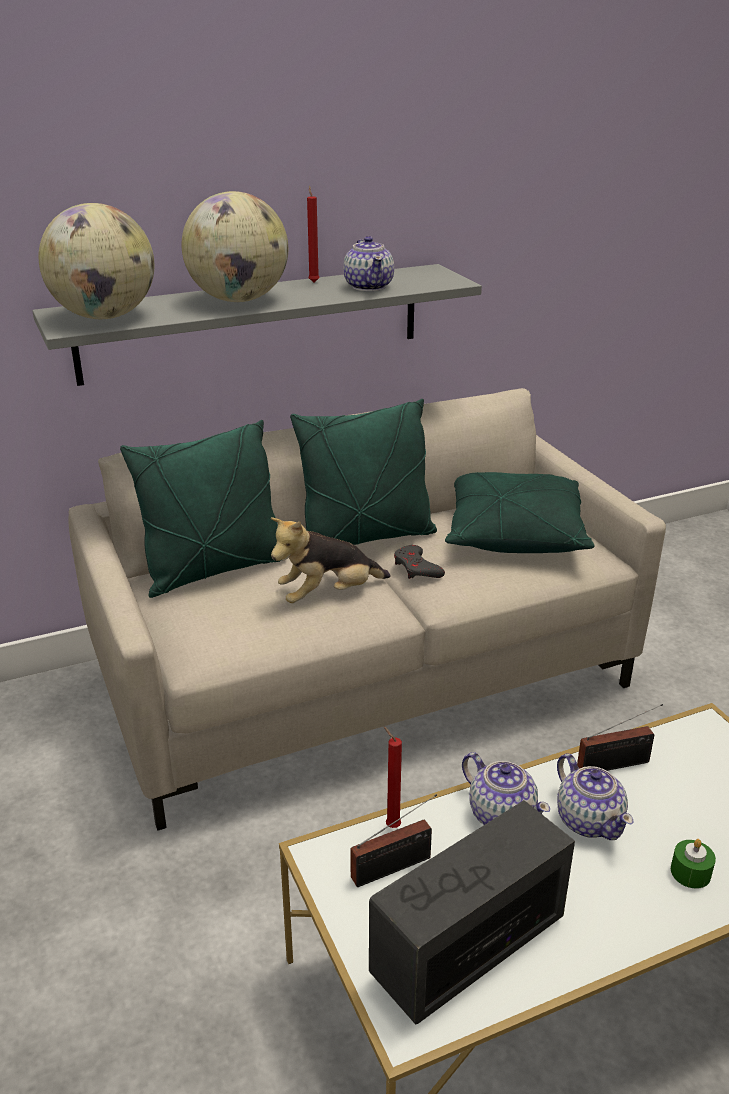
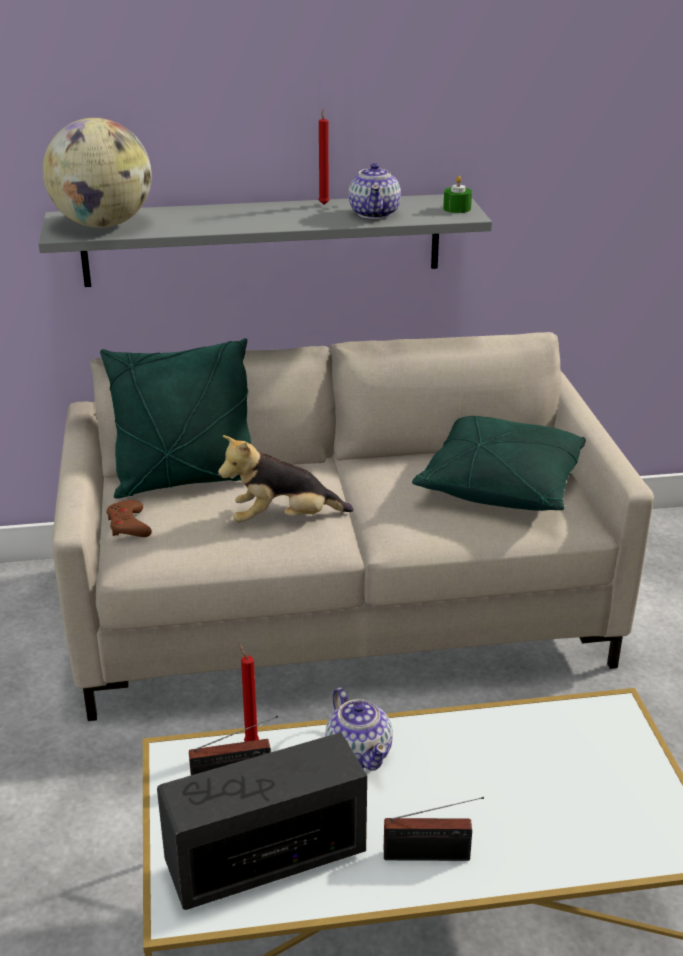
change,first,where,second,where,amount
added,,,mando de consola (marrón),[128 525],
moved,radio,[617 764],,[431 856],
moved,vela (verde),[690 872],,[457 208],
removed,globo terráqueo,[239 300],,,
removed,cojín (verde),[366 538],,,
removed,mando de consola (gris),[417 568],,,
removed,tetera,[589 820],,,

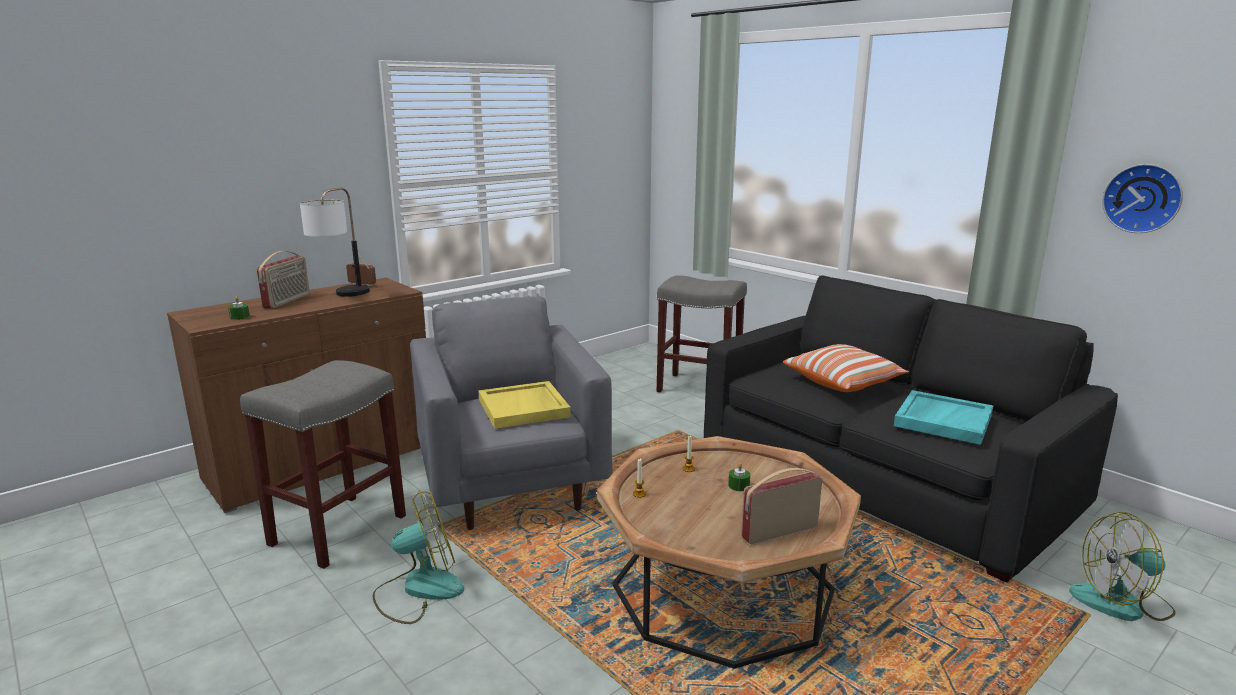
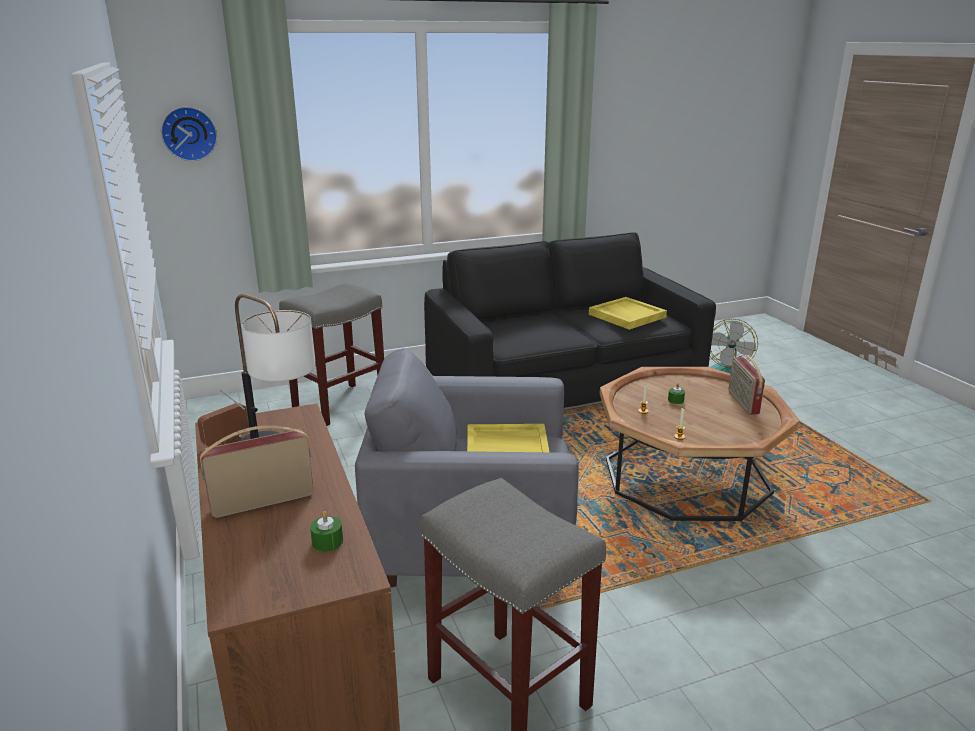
change,first,where,second,where,amount
moved,reloj de pared,[1143 198],,[189 133],
turned,radio,[287 301],,[262 501],60 degrees counterclockwise
recoloured,bandeja (turquesa),[942 420],bandeja (amarillo),[626 316],
removed,ventilador,[419 590],,,
removed,cojín,[843 382],,,

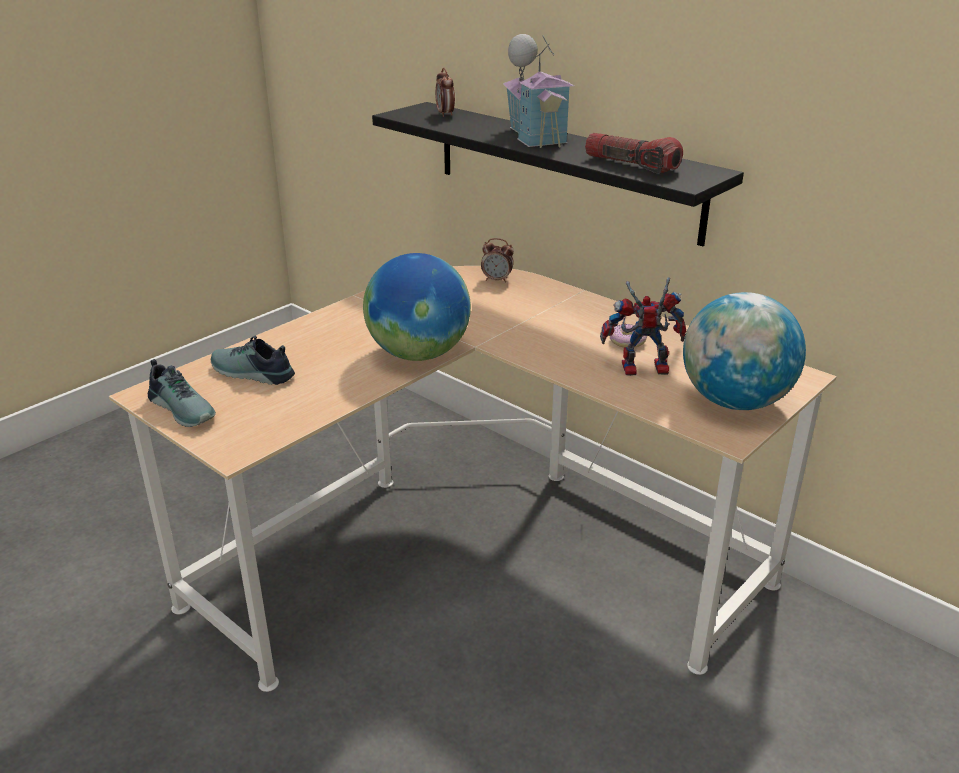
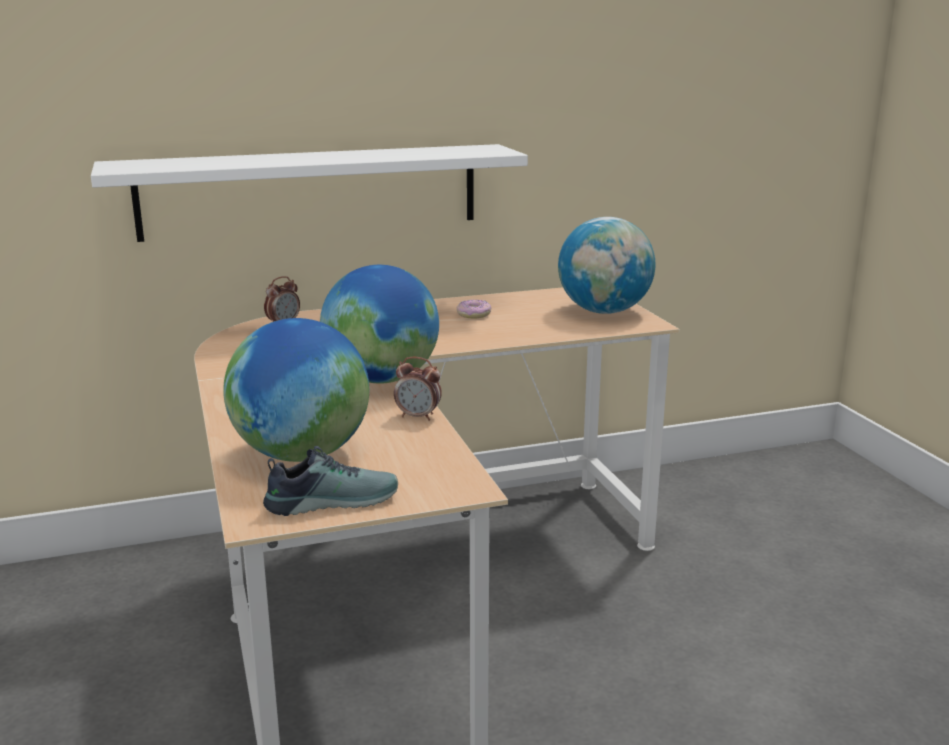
change,first,where,second,where,amount
recoloured,estante (negro),[563 169],estante (blanco),[311 191],
replaced,zapato,[251 374],globo terráqueo,[302 454],
moved,despertador,[445 114],,[418 416],
removed,casita,[535 136],,,
removed,linterna,[631 165],,,
removed,robot de juguete,[640 370],,,

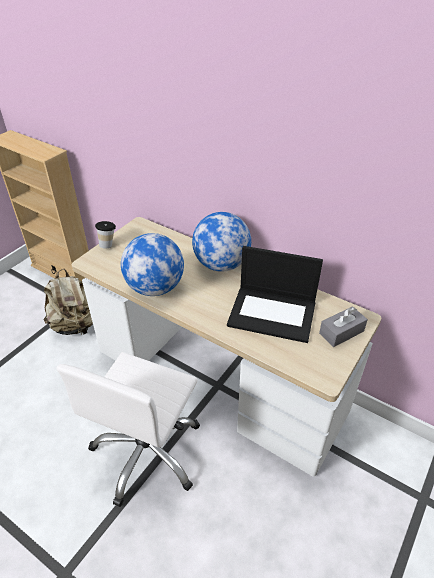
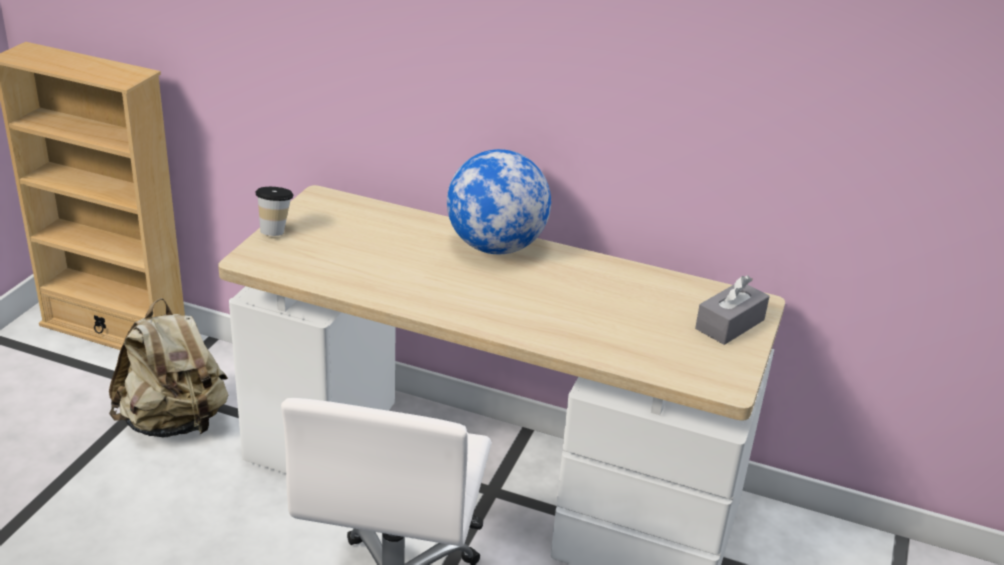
change,first,where,second,where,amount
removed,globo terráqueo,[155 288],,,
removed,portátil,[273 313],,,

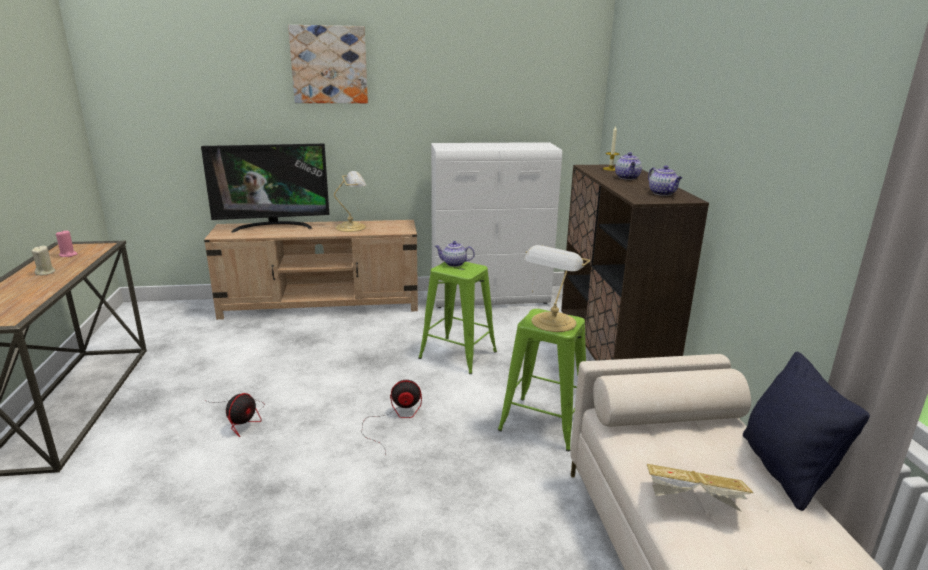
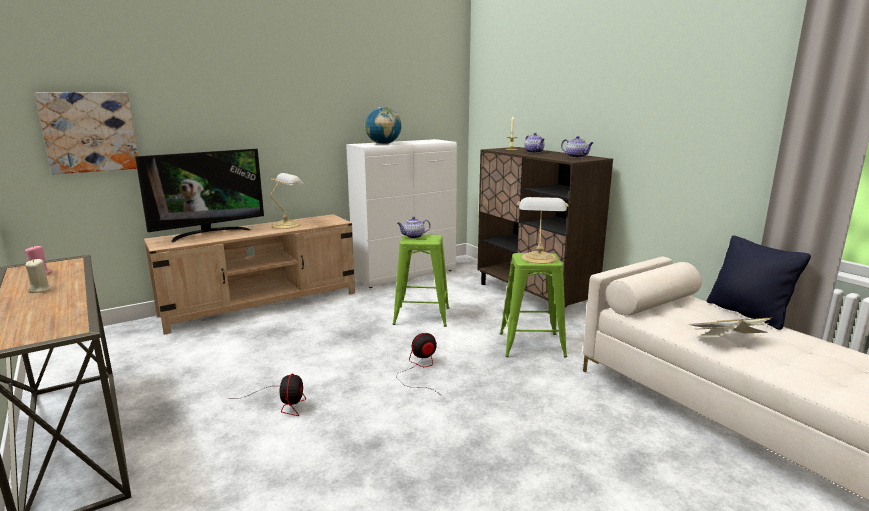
change,first,where,second,where,amount
moved,cuadro,[329 65],,[90 132],
added,,,globo terráqueo,[383 144],

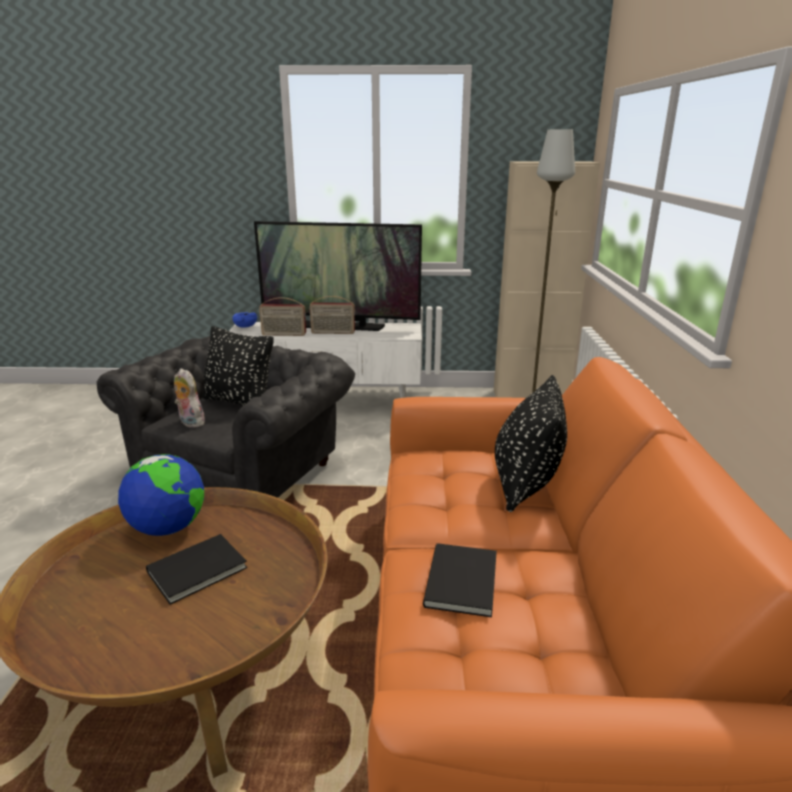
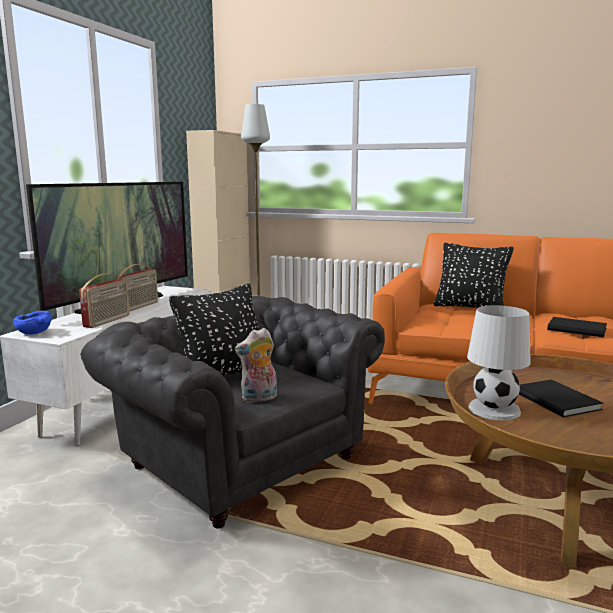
change,first,where,second,where,amount
replaced,globo terráqueo,[168 528],lámpara de mesa (blanco),[493 409],

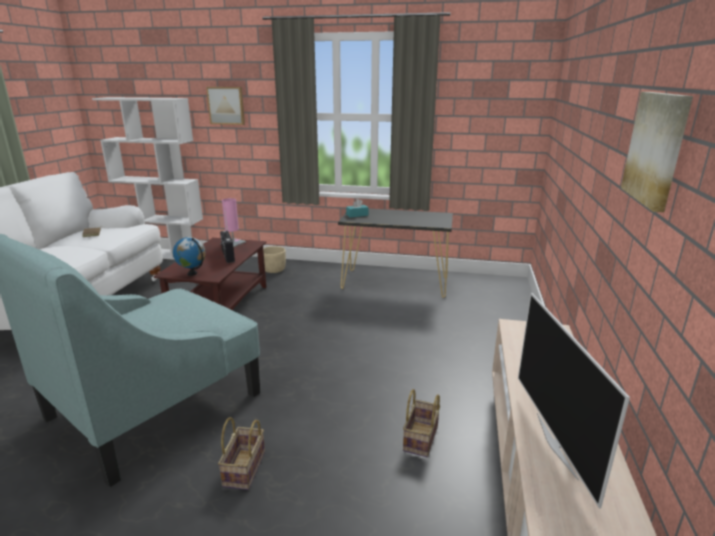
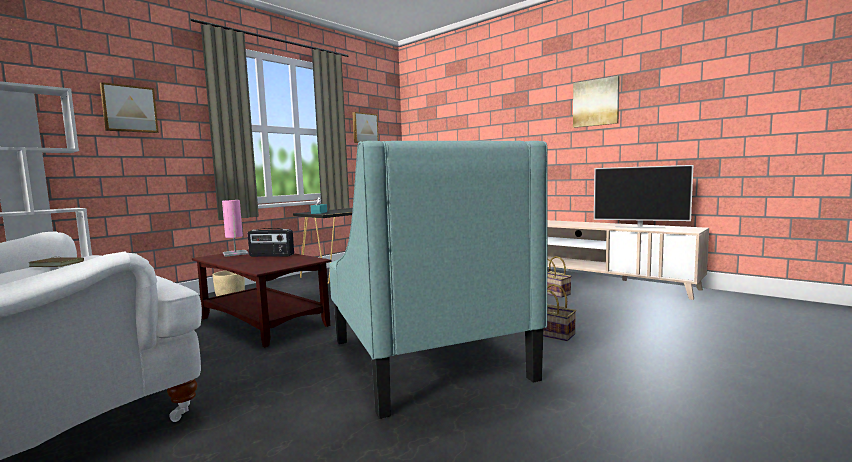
change,first,where,second,where,amount
added,,,cuadro,[364 128],
removed,globo terráqueo,[192 273],,,

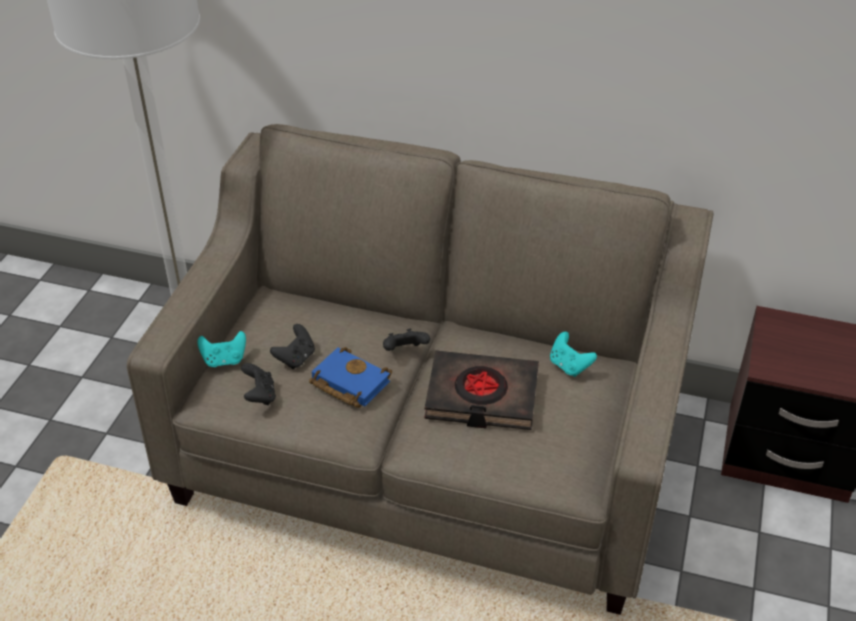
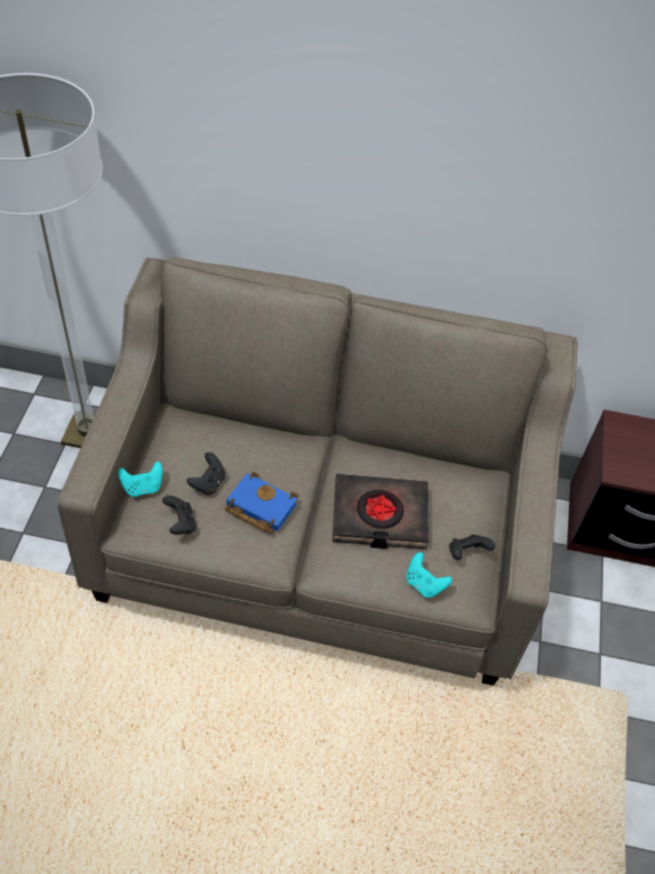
change,first,where,second,where,amount
moved,mando de consola (turquesa),[569 366],,[424 584],
moved,mando de consola (negro),[405 351],,[466 553],

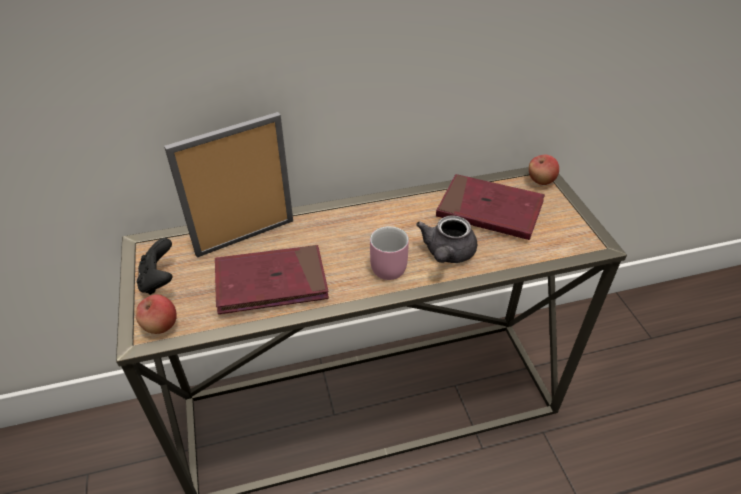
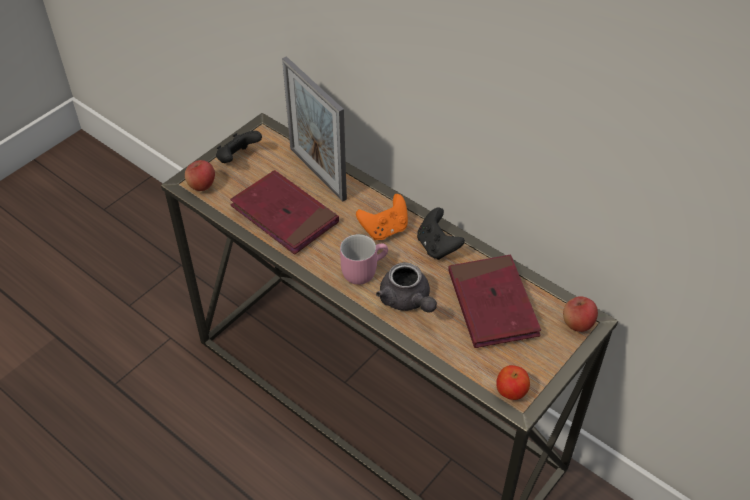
change,first,where,second,where,amount
turned,portarretratos,[245 237],,[317 173],150 degrees counterclockwise
added,,,mando de consola (naranja),[384 229],
turned,tetera (gris),[447 254],,[407 301],105 degrees counterclockwise
added,,,mando de consola (negro),[437 246],
added,,,manzana,[511 392],

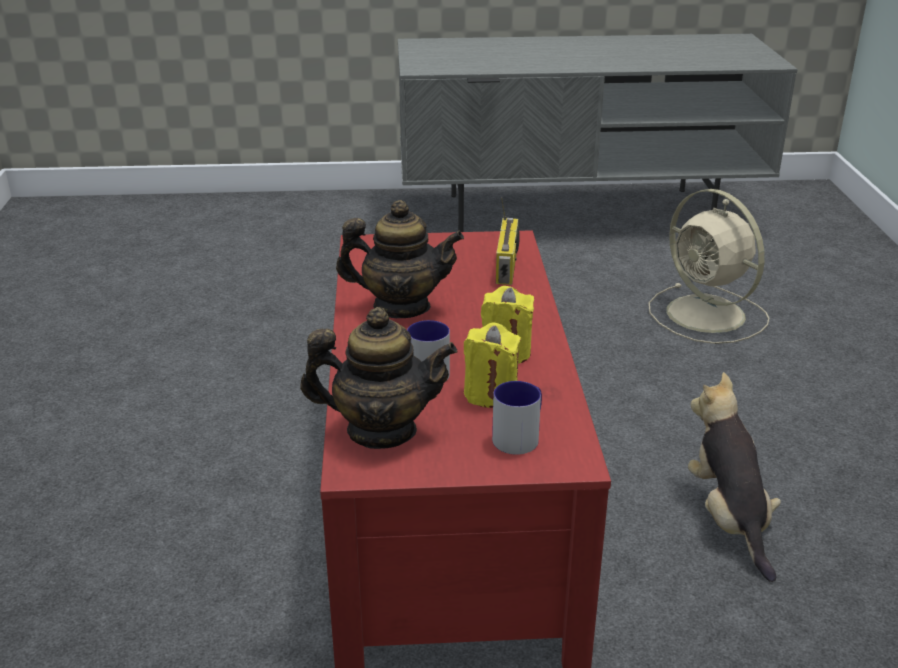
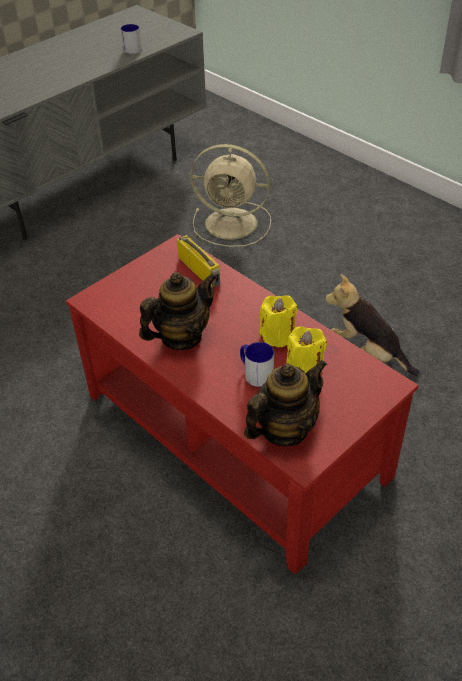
change,first,where,second,where,amount
moved,taza grande,[520 436],,[132 48],

